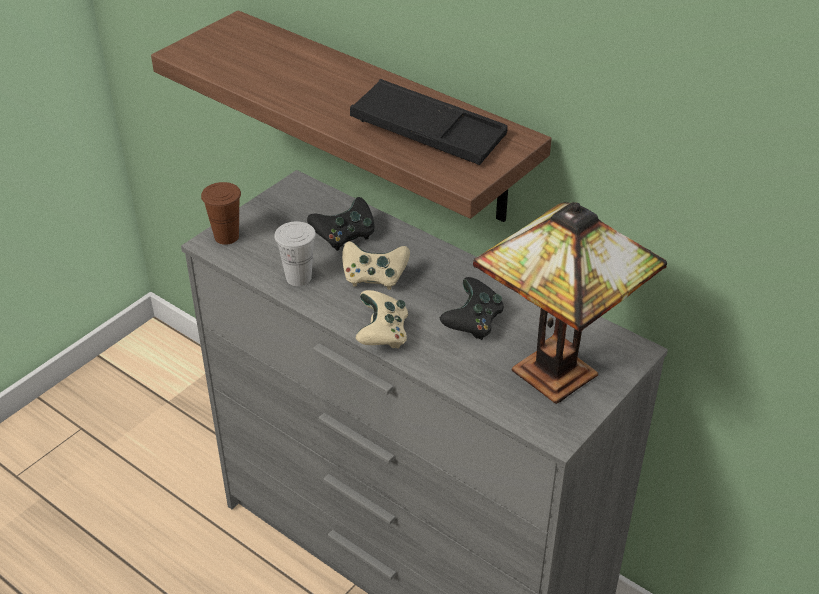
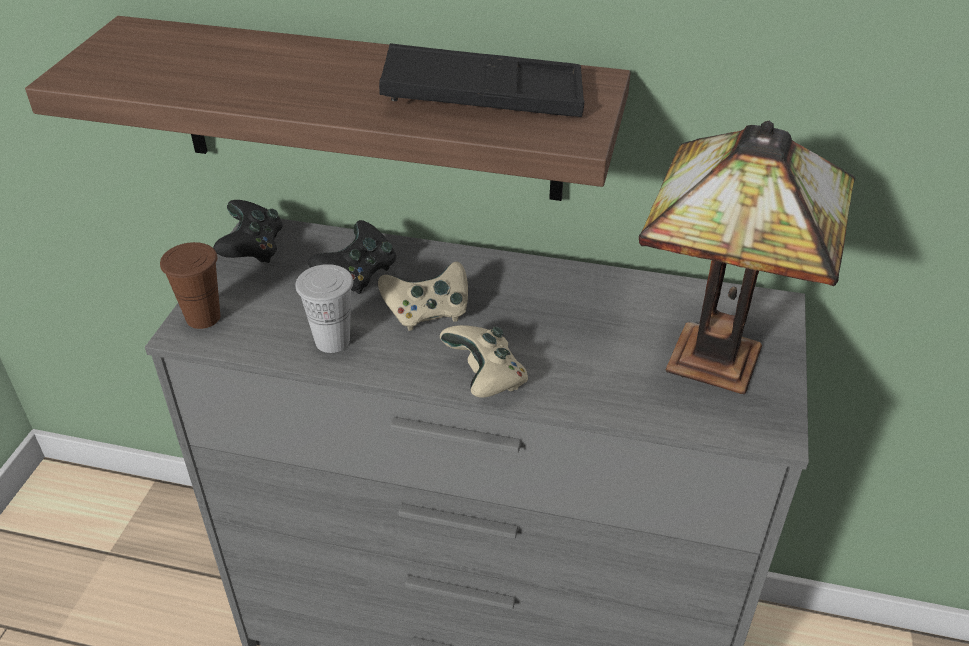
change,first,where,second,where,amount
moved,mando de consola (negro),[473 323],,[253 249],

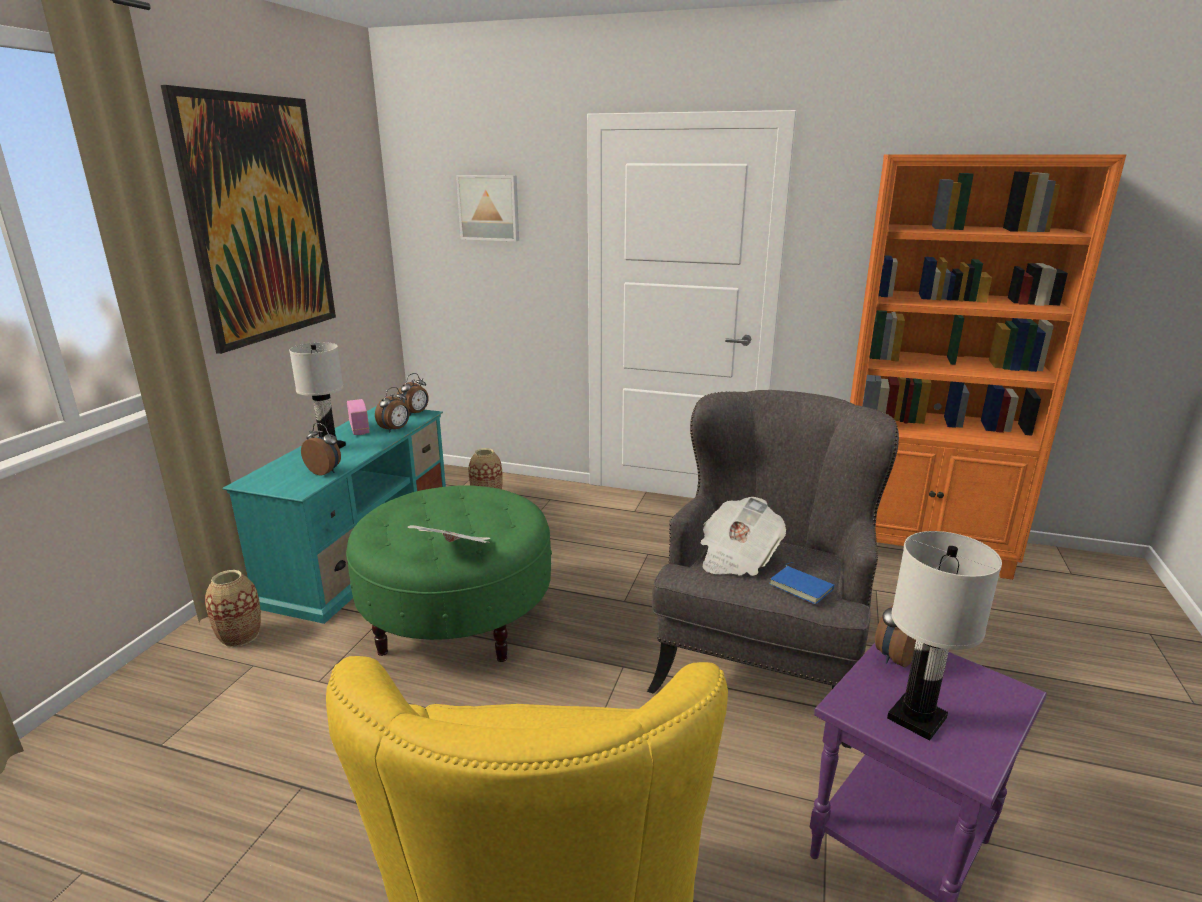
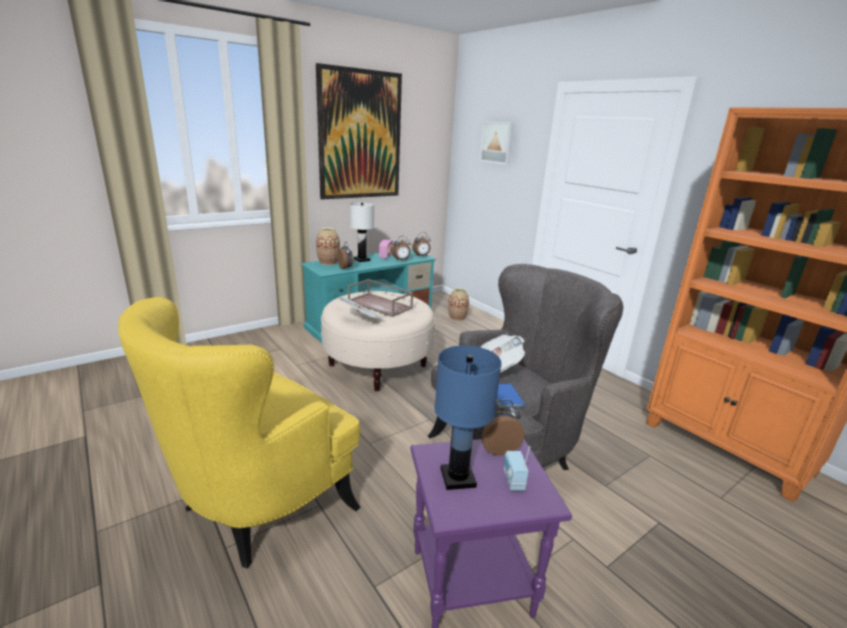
change,first,where,second,where,amount
moved,florero,[240 636],,[328 262],
recoloured,puf (verde),[457 619],puf (beis),[377 365],
added,,,bandeja (marrón),[380 304],
recoloured,lámpara de mesa (blanco),[915 718],lámpara de mesa (azul),[457 477],
added,,,radio,[512 481],

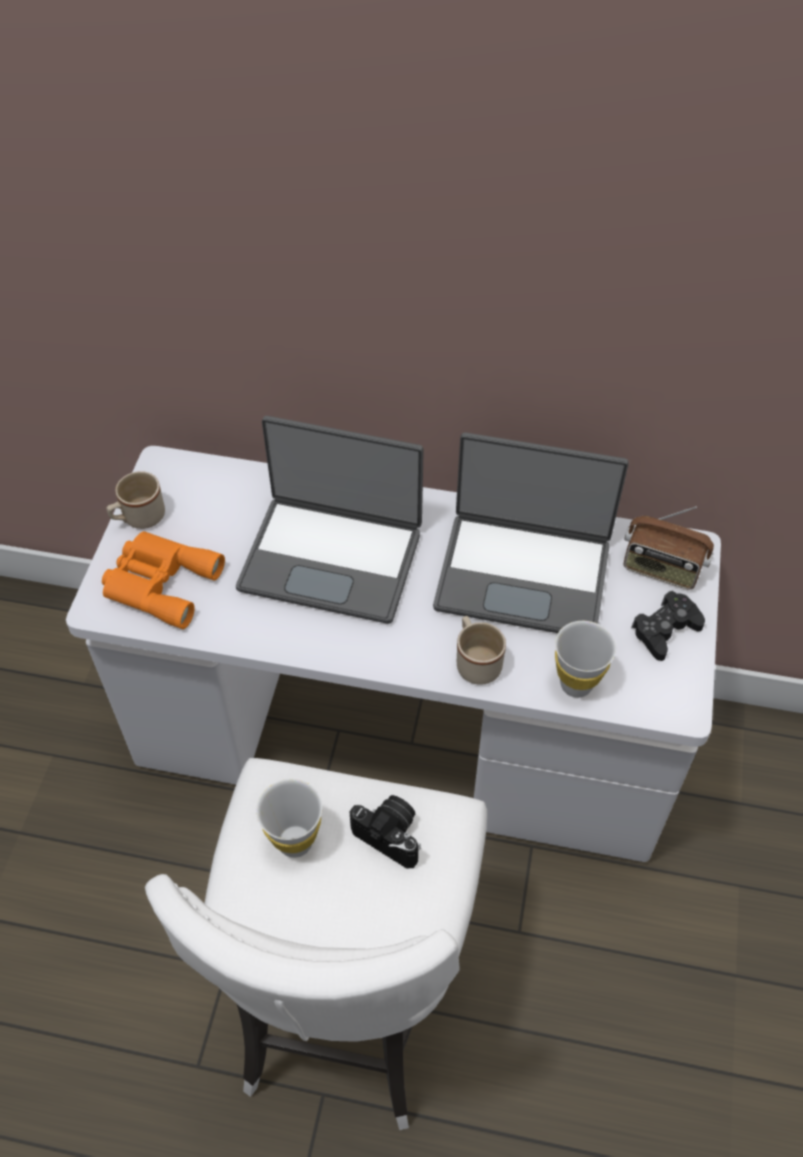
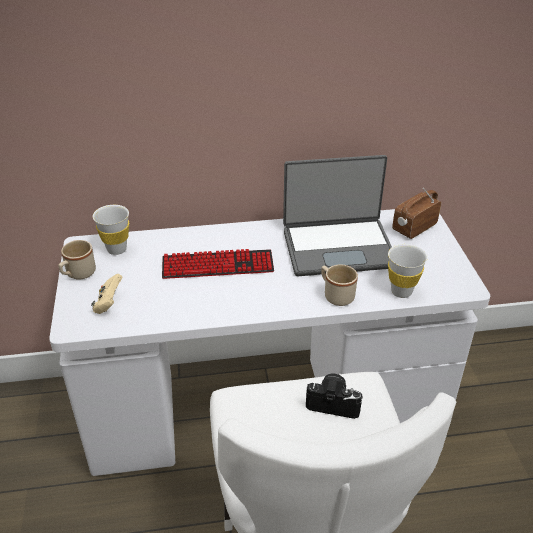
change,first,where,second,where,amount
replaced,prismáticos (naranja),[159 582],mando de consola (beis),[108 304],
moved,taza (blanco),[295 842],,[117 249],
replaced,portátil,[332 558],teclado,[217 266],
turned,radio,[661 569],,[413 227],135 degrees clockwise
removed,mando de consola (negro),[665 630],,,

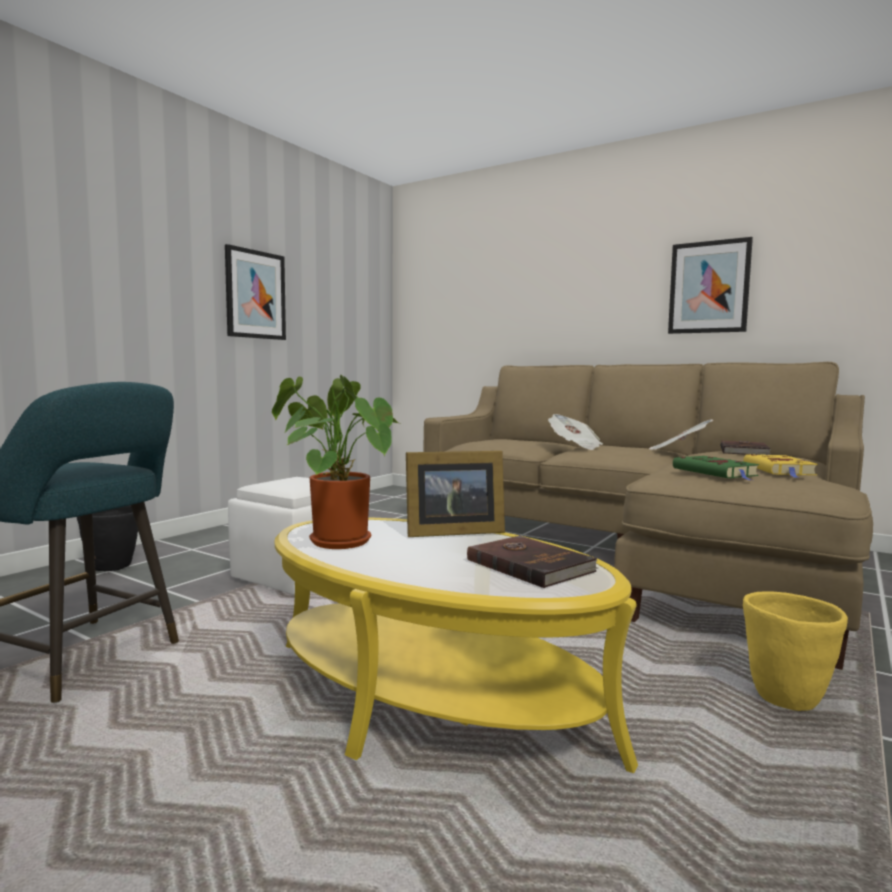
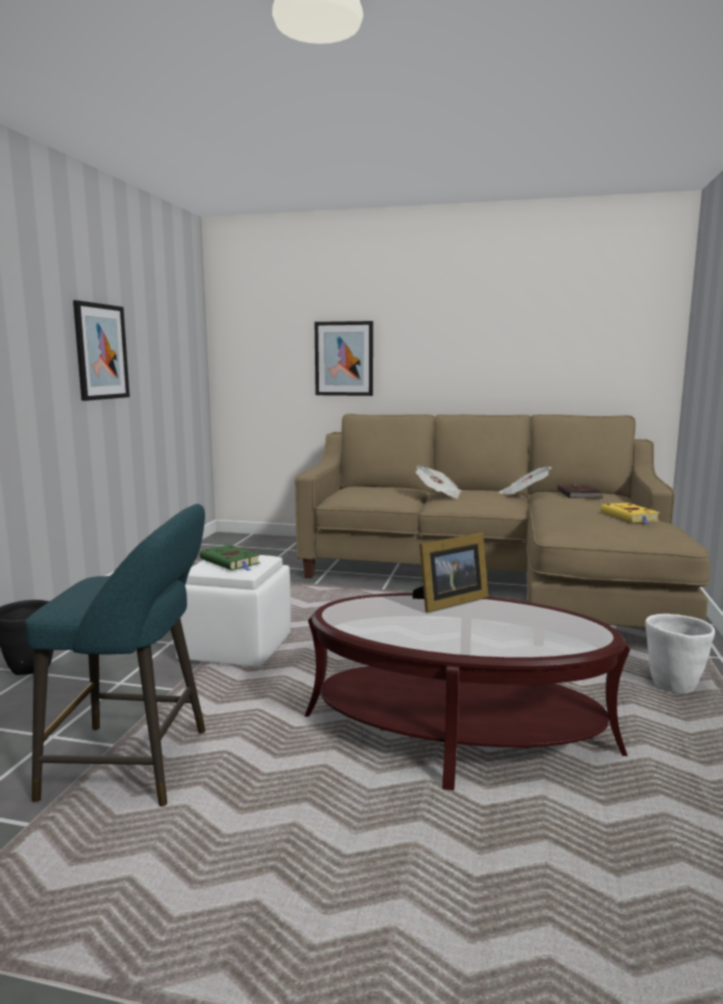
change,first,where,second,where,amount
moved,libro (verde),[716 472],,[231 562],
recoloured,mesa de centro (amarillo),[431 696],mesa de centro (marrón),[457 733],
moved,cuadro,[709 287],,[344 358],
recoloured,maceta (amarillo),[785 697],maceta (blanco),[673 686],
removed,planta en maceta,[334 541],,,
removed,libro (marrón),[530 565],,,

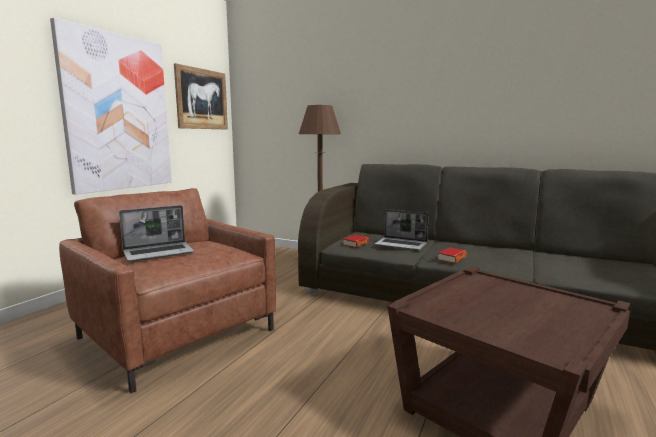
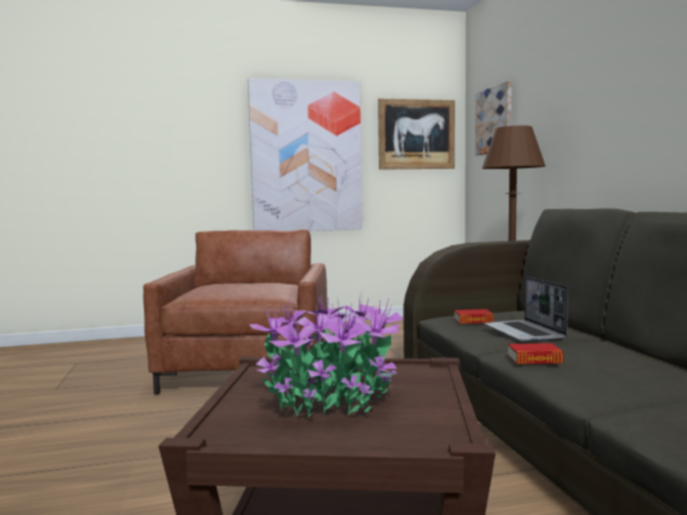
change,first,where,second,where,amount
added,,,planta en maceta,[332 400],
added,,,cuadro,[494 120],
removed,portátil,[159 253],,,

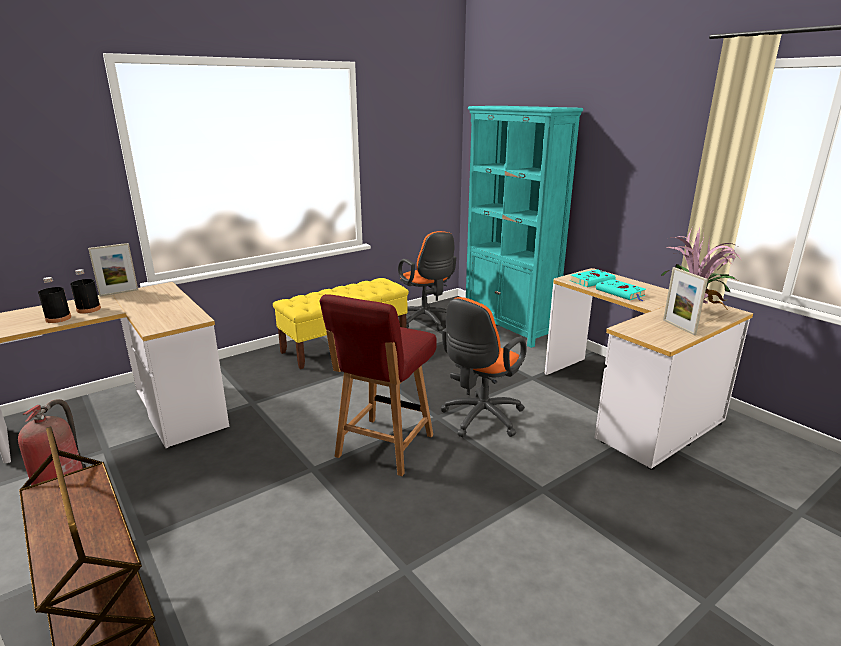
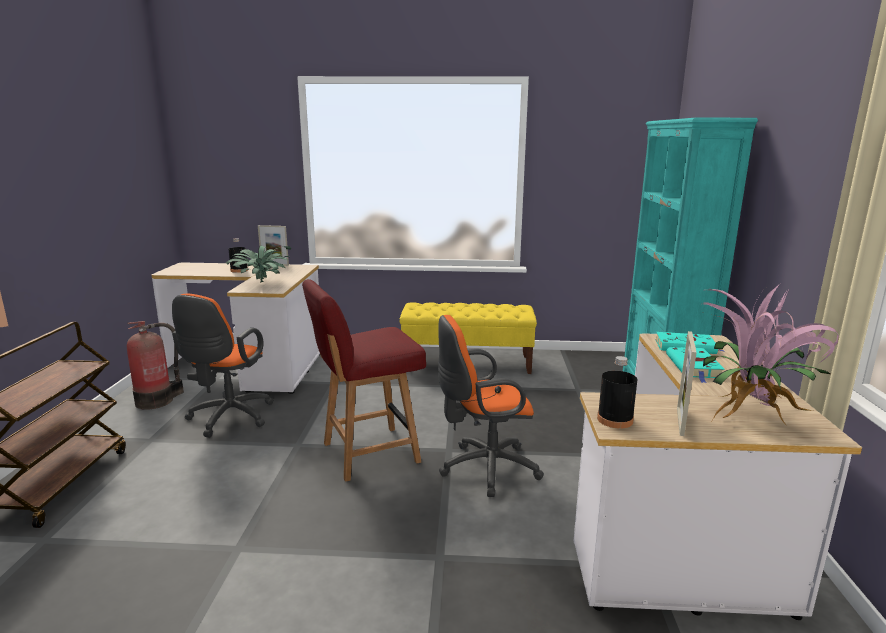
change,first,where,second,where,amount
moved,silla de oficina (naranja),[426 322],,[228 419],
added,,,planta en maceta,[262 283],
moved,botella (negro),[58 318],,[615 420],

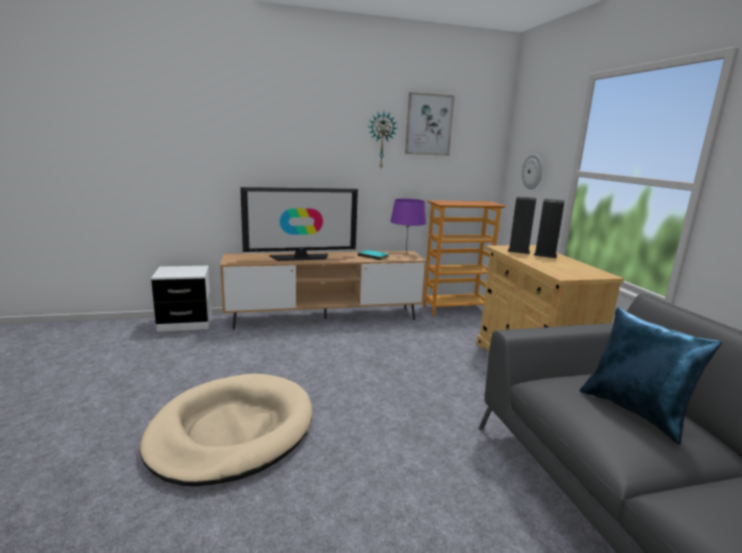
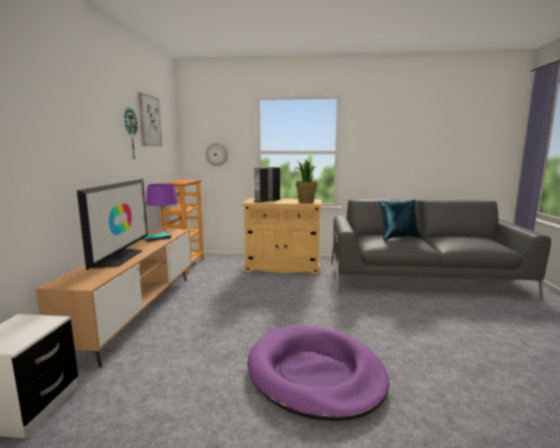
change,first,where,second,where,amount
recoloured,cama para perro (beis),[232 431],cama para perro (morado),[315 374],
added,,,planta en maceta,[305 202],

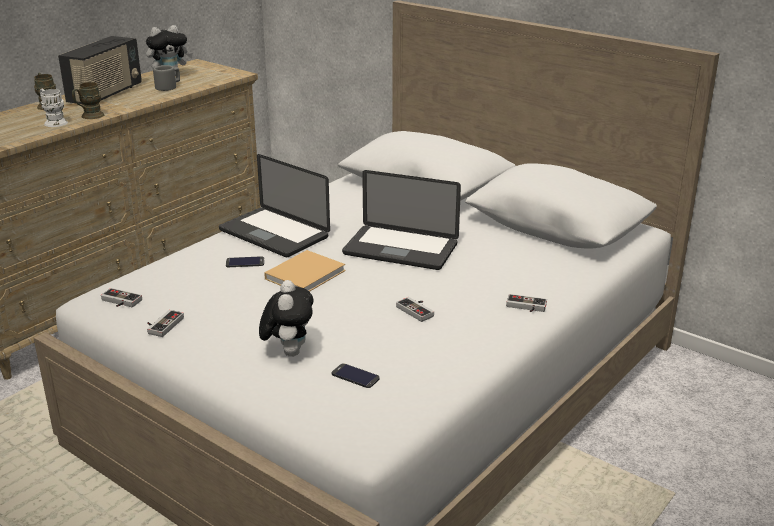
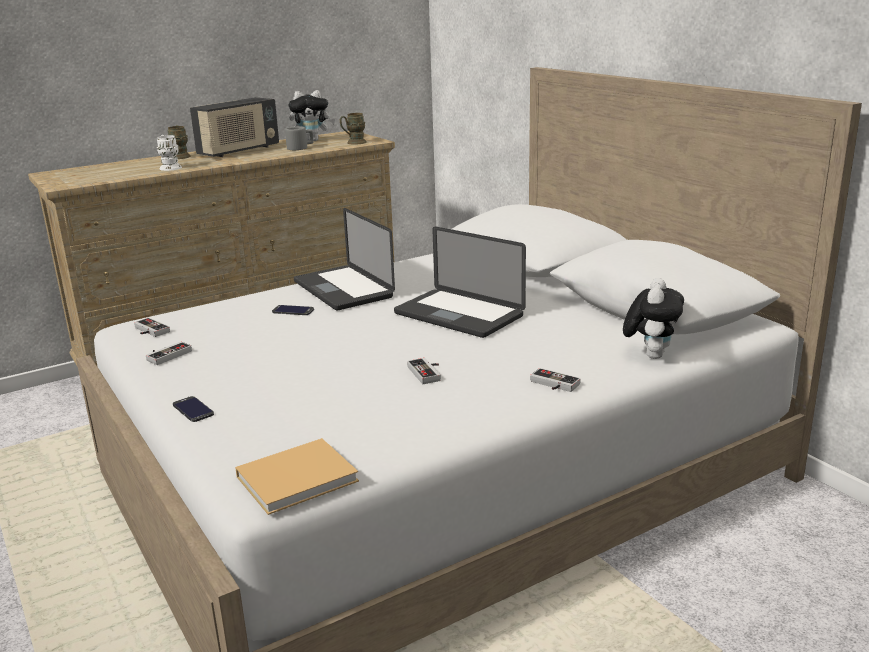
change,first,where,second,where,amount
moved,móvil,[355 376],,[193 409],
moved,libro (beis),[307 274],,[300 478],
moved,taza grande (marrón),[89 116],,[353 143],
moved,peluche,[288 351],,[651 355],

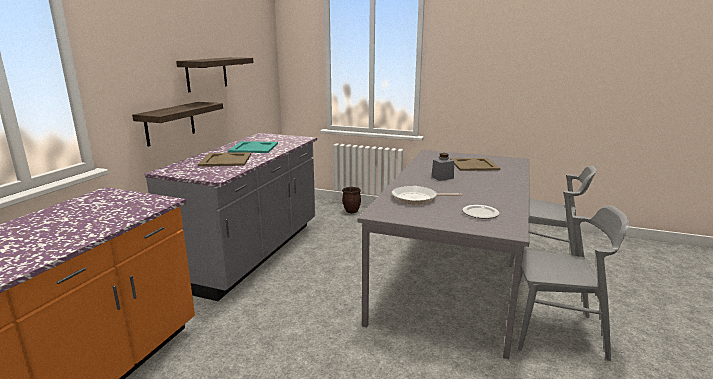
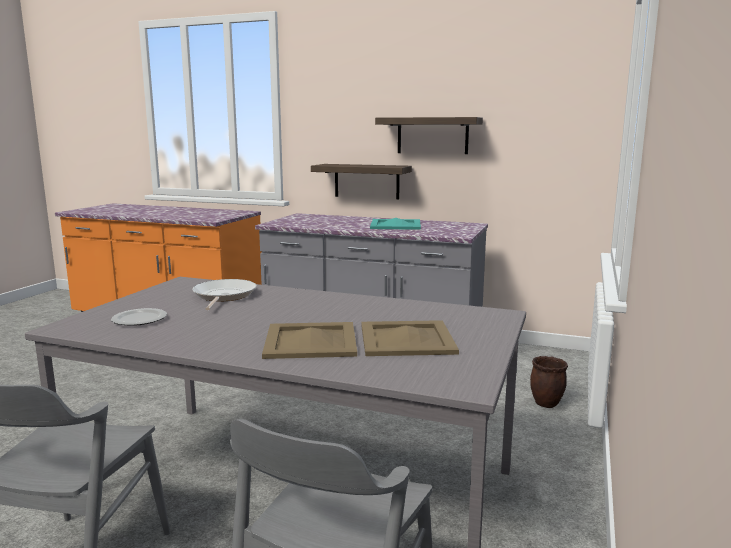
change,first,where,second,where,amount
moved,bandeja (beis),[225 160],,[310 340],
removed,tarro (gris),[442 177],,,

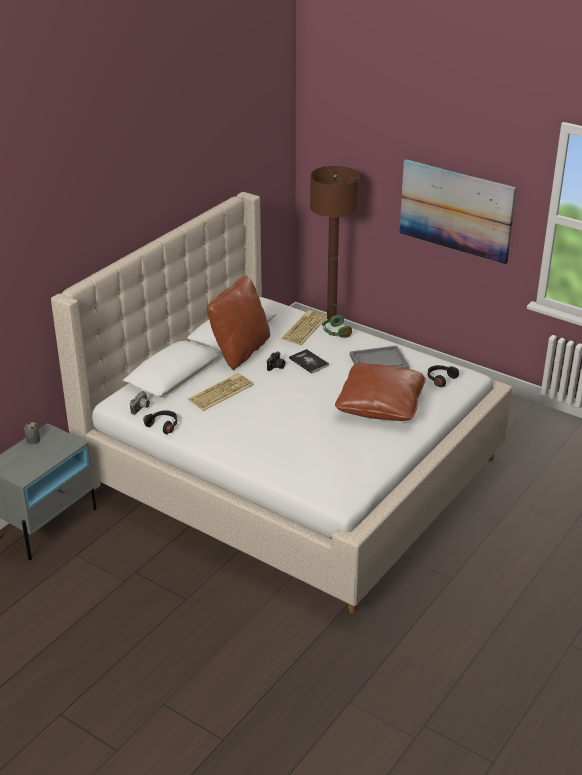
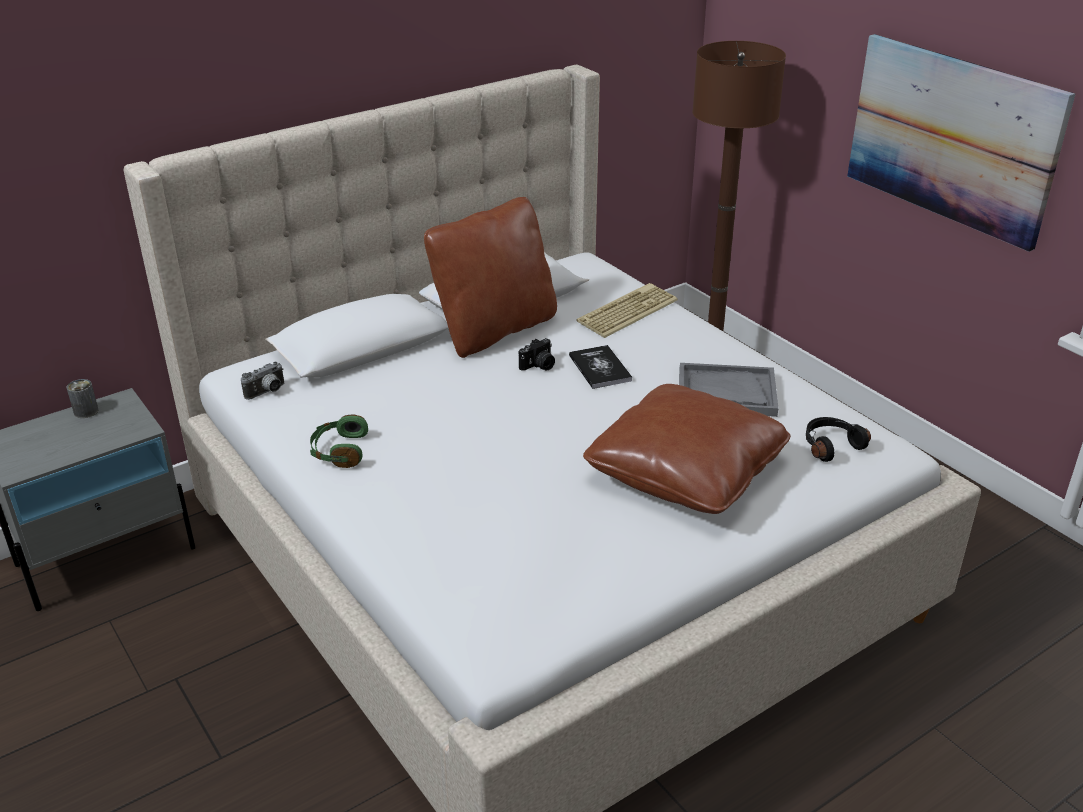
change,first,where,second,where,amount
moved,auriculares (verde),[335 332],,[339 451],
removed,auriculares (negro),[163 425],,,
removed,teclado,[221 392],,,

